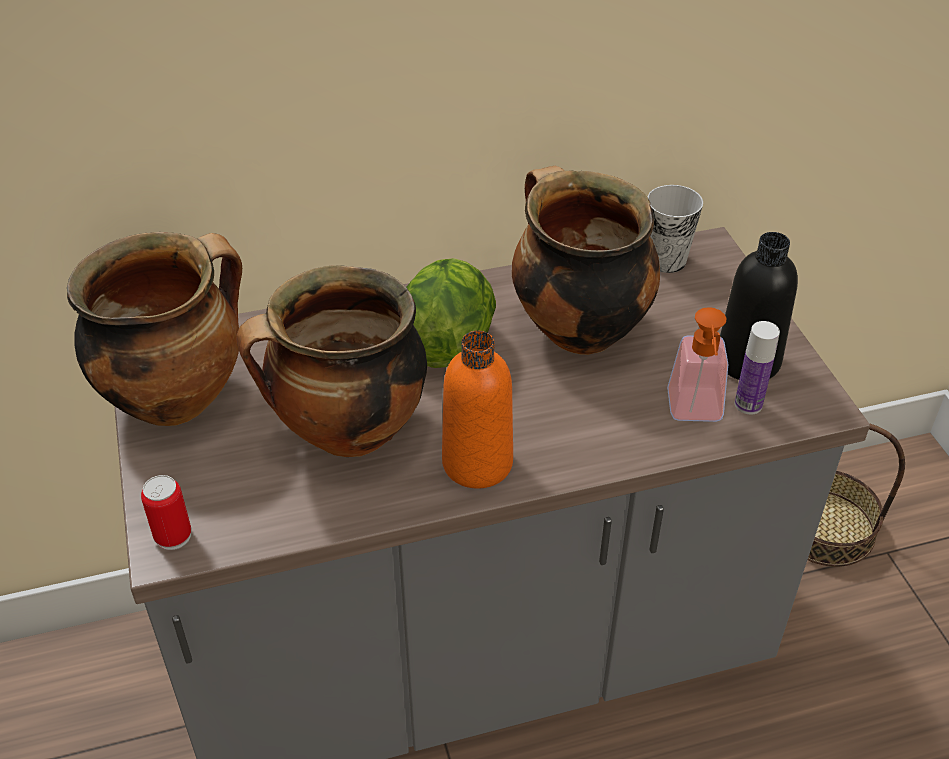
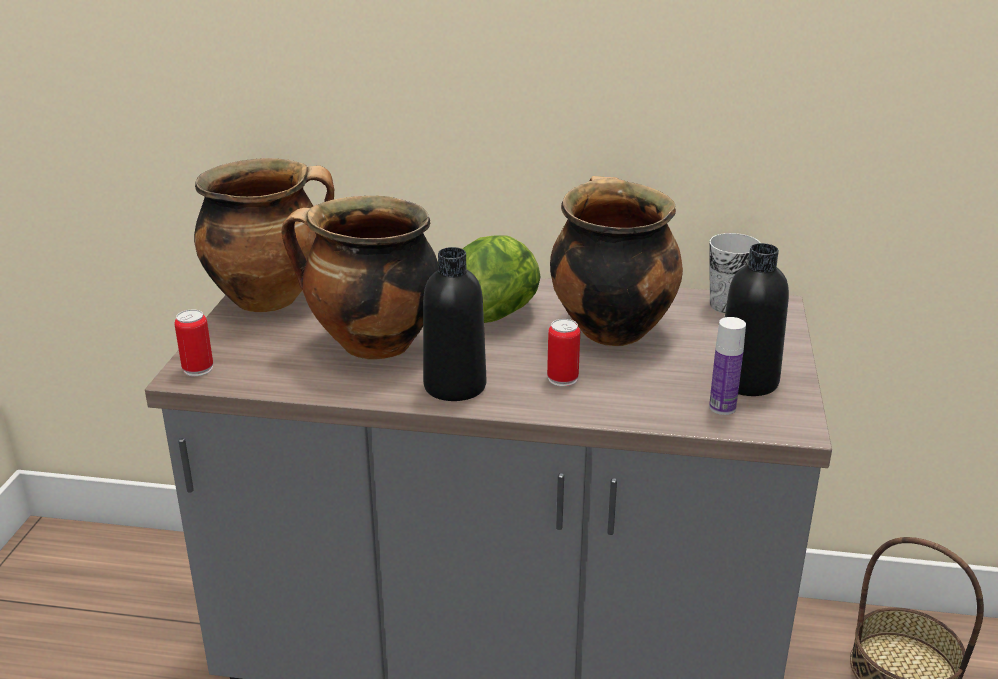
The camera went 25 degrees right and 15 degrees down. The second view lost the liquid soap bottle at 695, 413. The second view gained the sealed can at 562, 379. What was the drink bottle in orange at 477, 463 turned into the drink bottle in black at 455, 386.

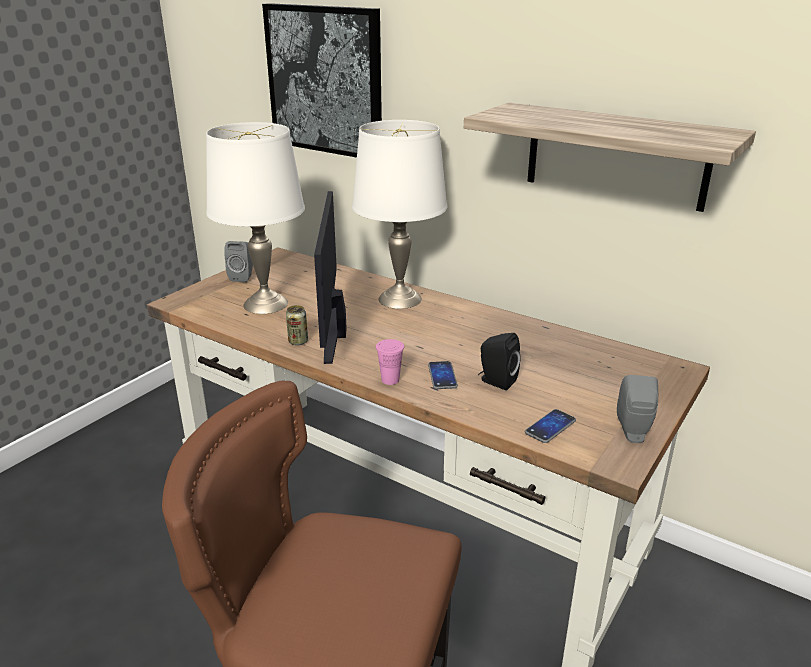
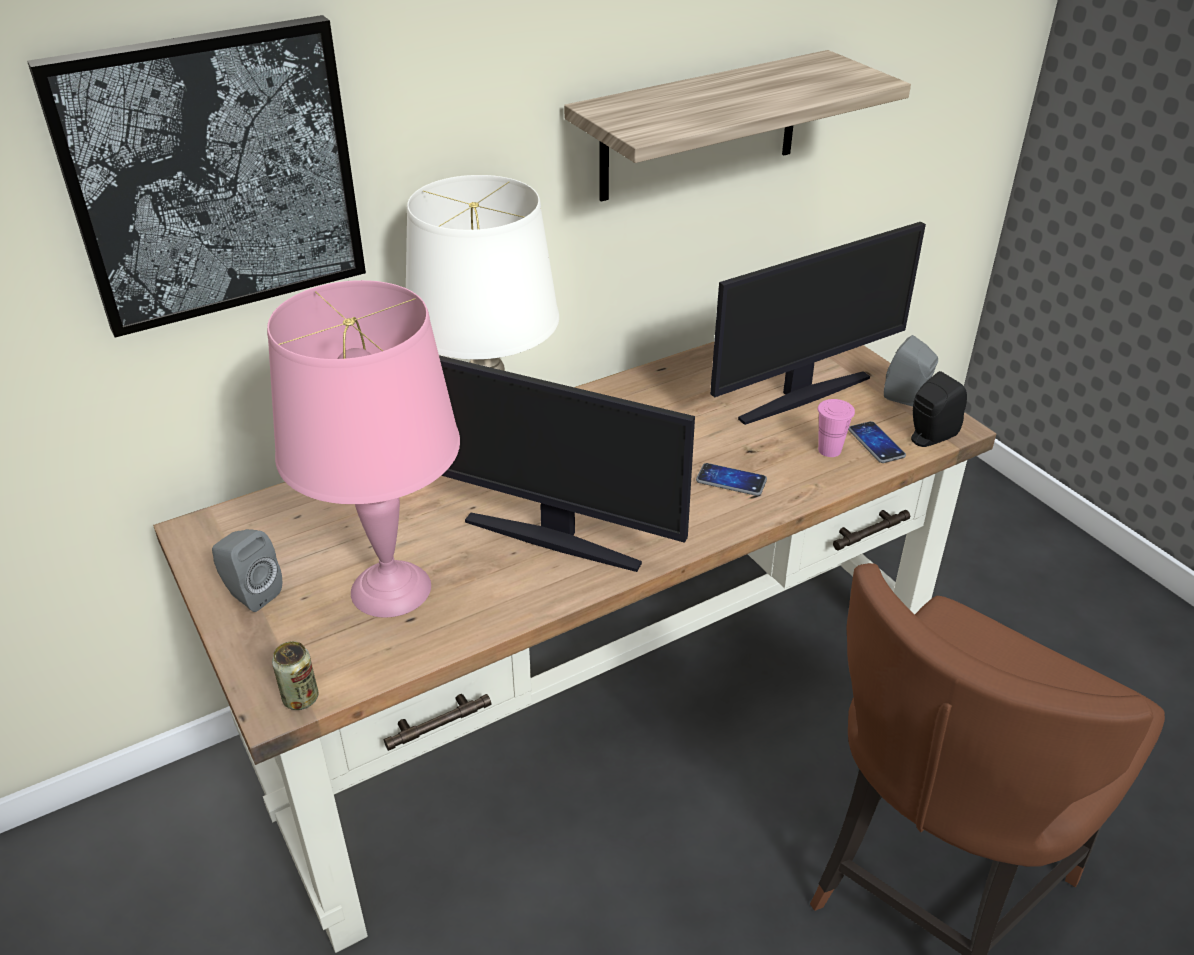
The camera went 65 degrees left and 10 degrees up. The second view gained the computer screen at 802, 395. The sealed can ended up elsewhere, having gone from 298, 341 to 300, 698. The small cup in pink-coloured ended up elsewhere, having gone from 390, 380 to 829, 450. The loudspeaker in black ended up elsewhere, having gone from 496, 381 to 928, 438. What was the lamp for a table in whitish at 265, 304 turned into the lamp for a table in pink-coloured at 391, 589.

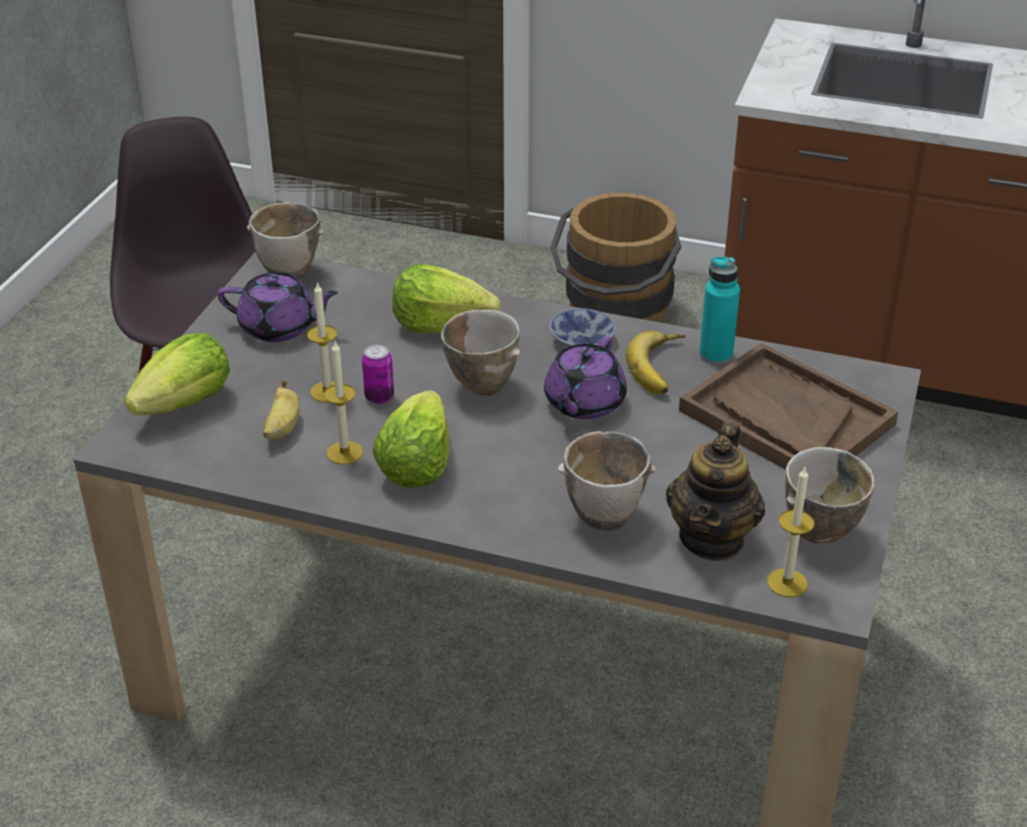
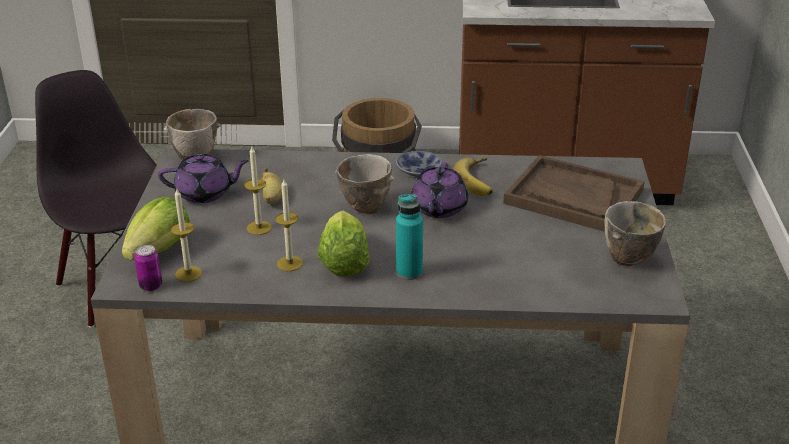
The camera went 15 degrees left and 5 degrees down. The second view lost the head of lettuce at 440, 326. The second view lost the bowl at 607, 517. The second view lost the tea pot at 712, 538. The banana fruit ended up elsewhere, having gone from 282, 429 to 272, 198. The sealed can ended up elsewhere, having gone from 379, 397 to 151, 286. The drink bottle in turquoise-coloured ended up elsewhere, having gone from 716, 355 to 409, 272. The candle ended up elsewhere, having gone from 787, 583 to 188, 273.

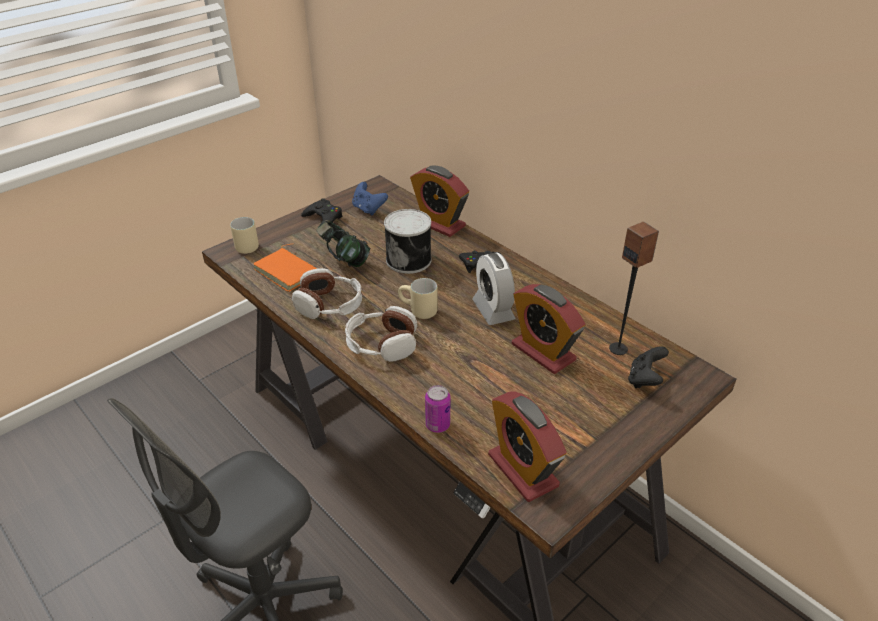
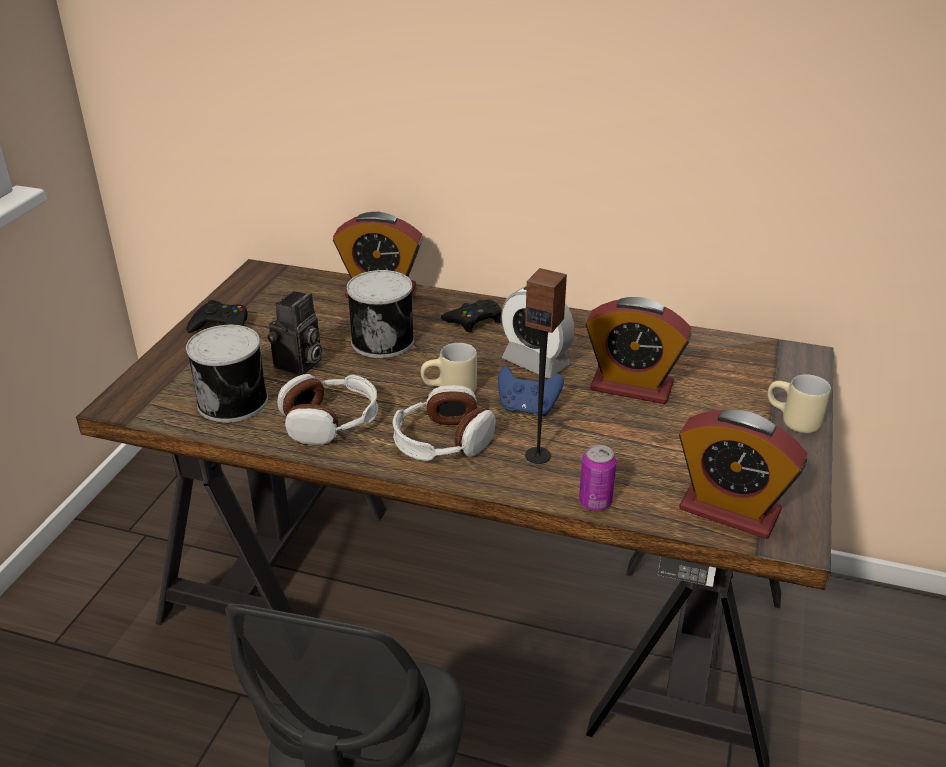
The camera went 30 degrees left and 5 degrees down. The second view lost the joypad in black at 645, 380. The mug in beige-coloured ended up elsewhere, having gone from 244, 245 to 791, 422. The joypad in blue ended up elsewhere, having gone from 368, 209 to 527, 408. The loudspeaker ended up elsewhere, having gone from 618, 348 to 538, 455. Where the book in orange stood at 288, 271, the sealed can came to stand at 235, 401. Where the pair of headphones stood at 344, 260, the still camera came to stand at 299, 365.

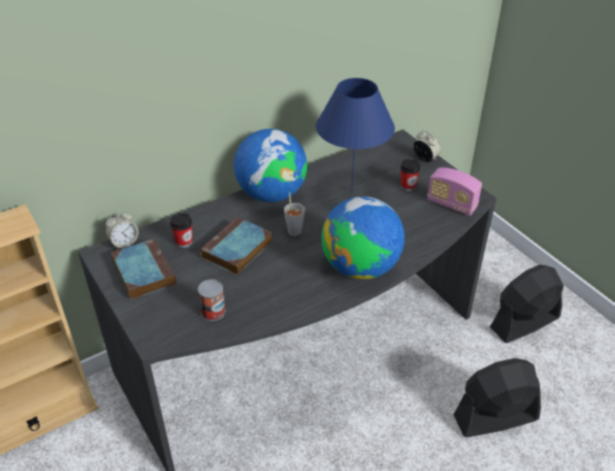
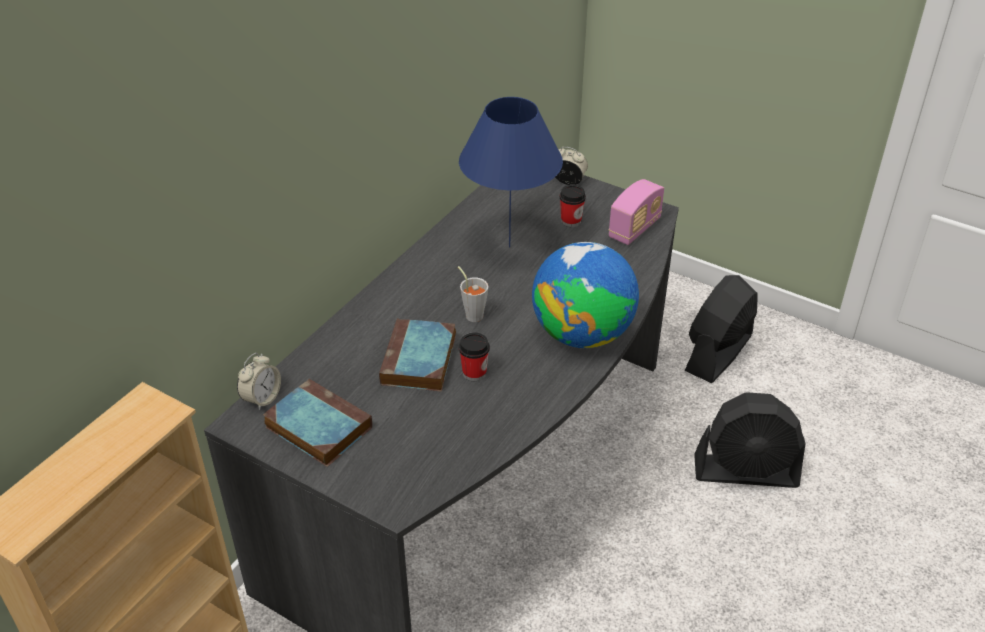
The camera went 25 degrees left and 0 degrees up. The second view lost the sealed can at 213, 311. The second view lost the desk globe at 271, 194. The small cup ended up elsewhere, having gone from 184, 242 to 474, 373. The radio at 451, 204 ended up facing another way, 60 degrees counterclockwise from before. The fan in black at 495, 417 ended up facing another way, 135 degrees counterclockwise from before.

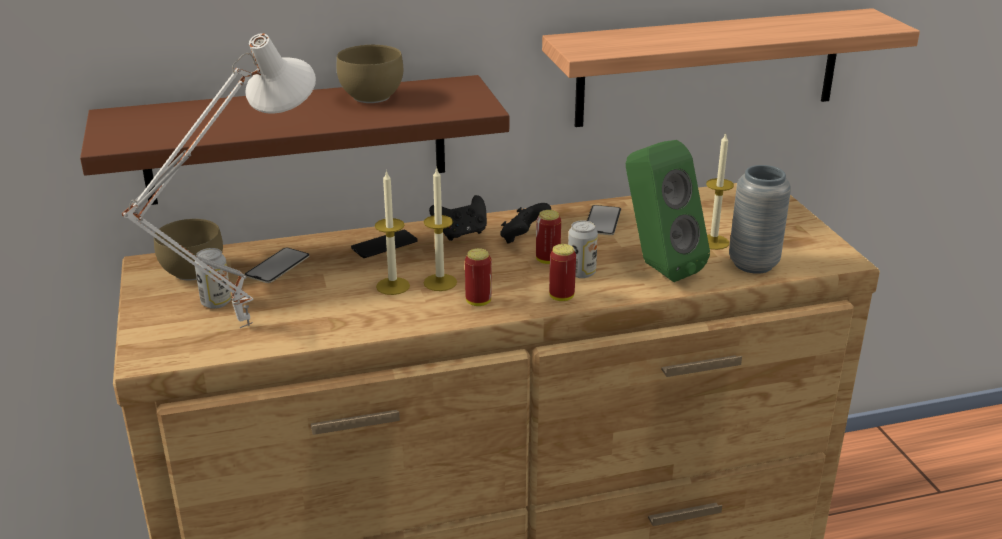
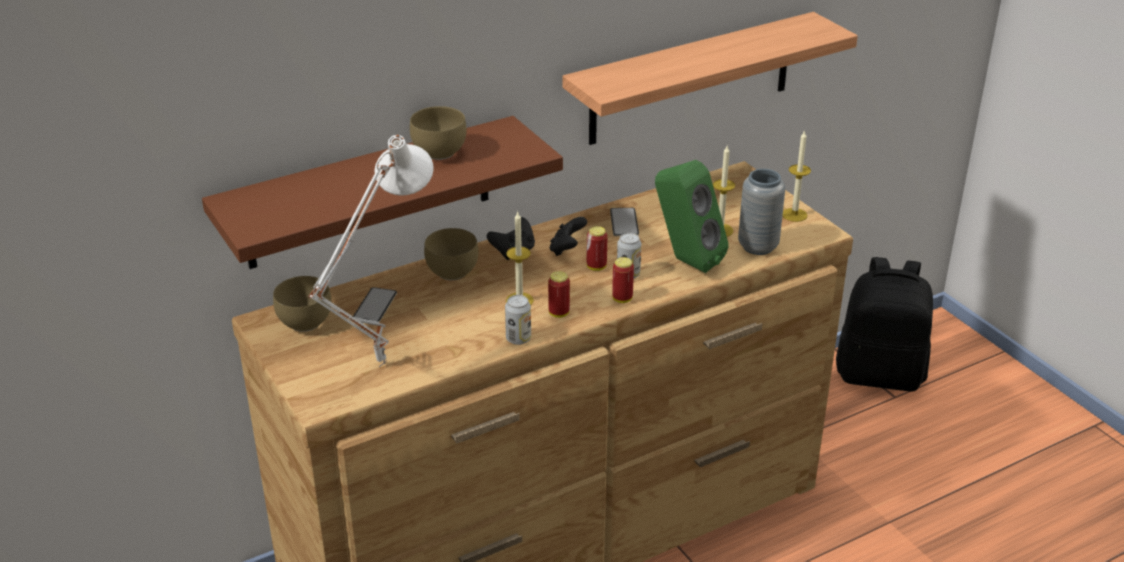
The camera went 15 degrees left and 5 degrees up. The second view gained the rucksack in black at 880, 374. The sealed can ended up elsewhere, having gone from 216, 302 to 518, 339. The candle ended up elsewhere, having gone from 393, 286 to 794, 215. Where the telephone stood at 384, 245, the bowl in brownish came to stand at 454, 272.

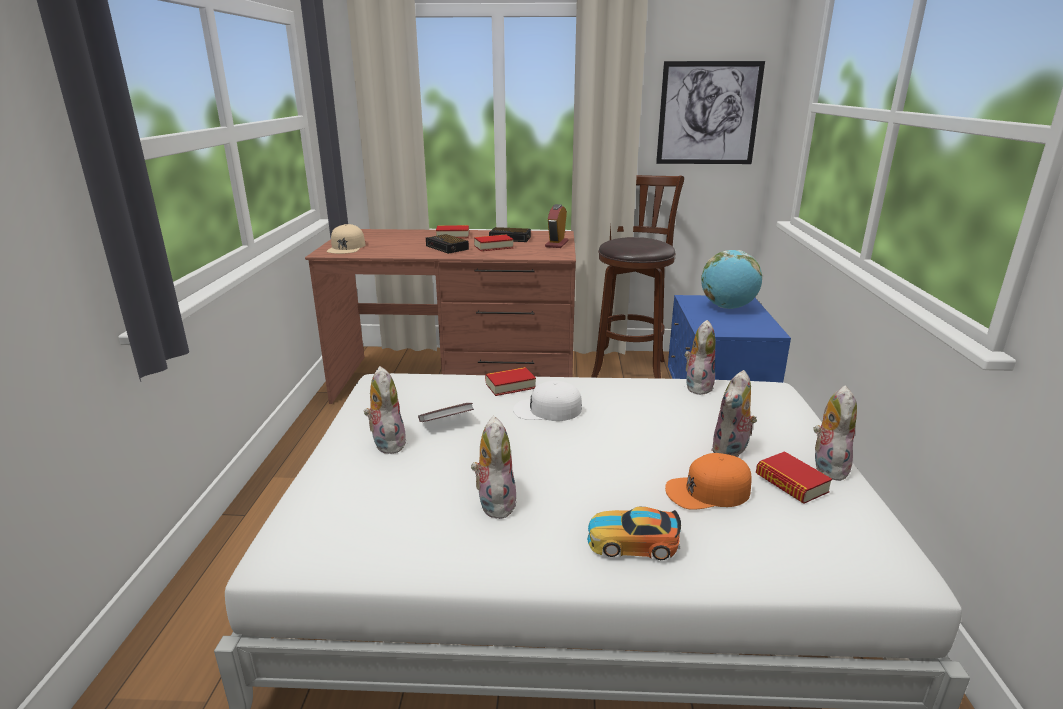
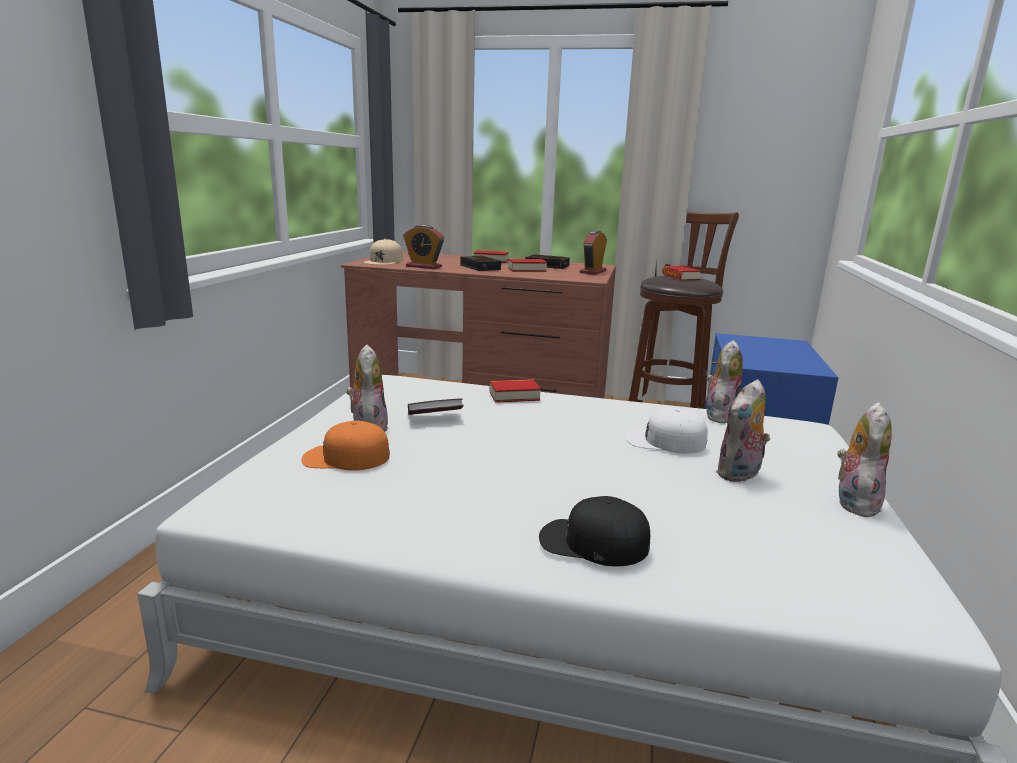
The camera went 10 degrees right and 5 degrees down. The second view lost the soft toy at 494, 502. The second view lost the wall picture at 708, 113. The second view lost the desk globe at 727, 307. The second view gained the bedside clock at 424, 266. The cap in whitish ended up elsewhere, having gone from 547, 410 to 665, 441. The cap in orange ended up elsewhere, having gone from 708, 491 to 345, 457. The book ended up elsewhere, having gone from 791, 483 to 680, 277. Where the toy car stood at 632, 542, the cap in black came to stand at 593, 542.

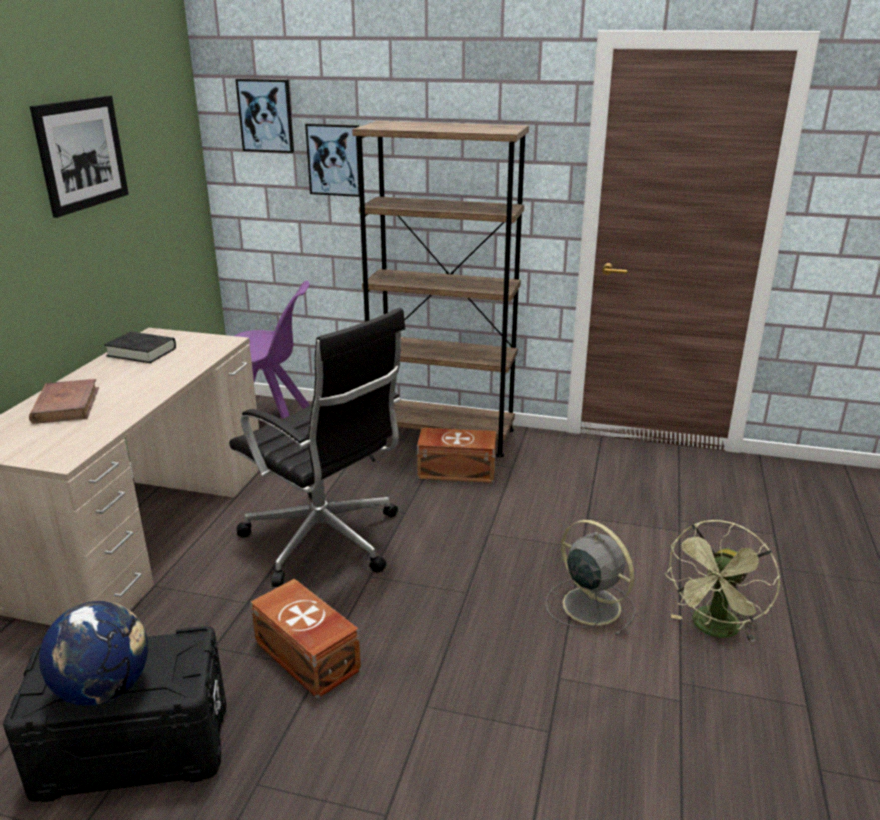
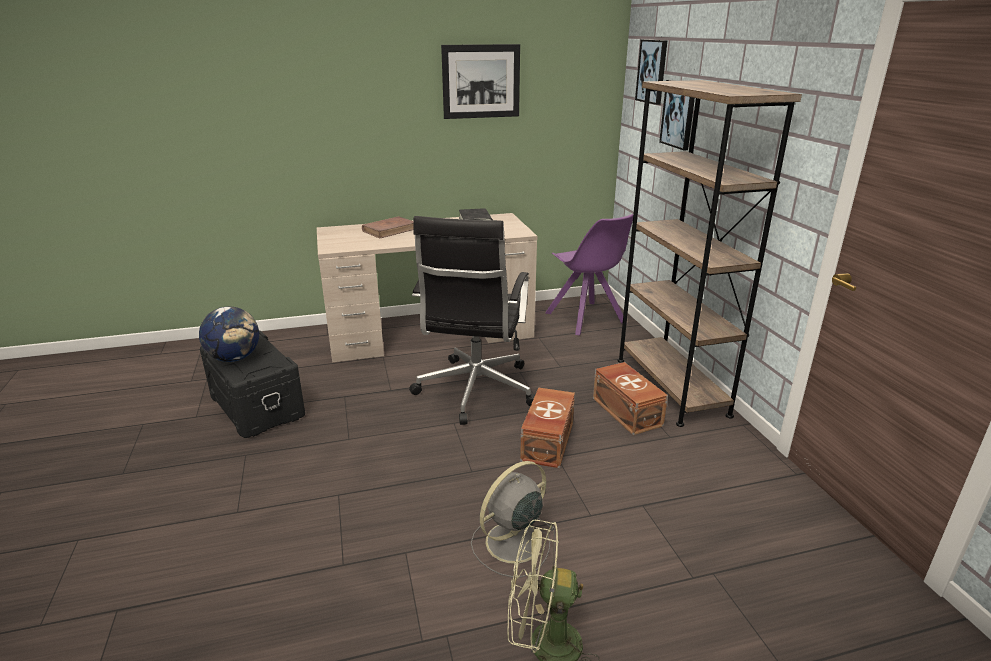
The camera went 60 degrees right and 0 degrees up. The storage bin in brownish ended up elsewhere, having gone from 306, 657 to 546, 442. The fan in gray at 589, 604 ended up facing another way, 150 degrees counterclockwise from before.

